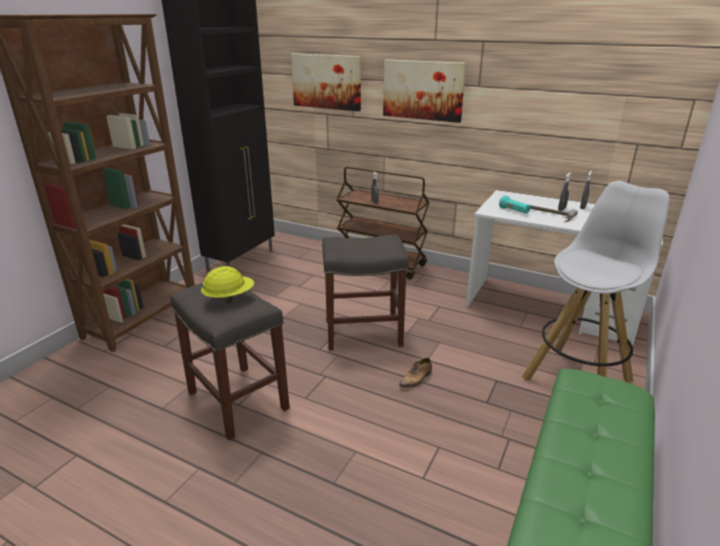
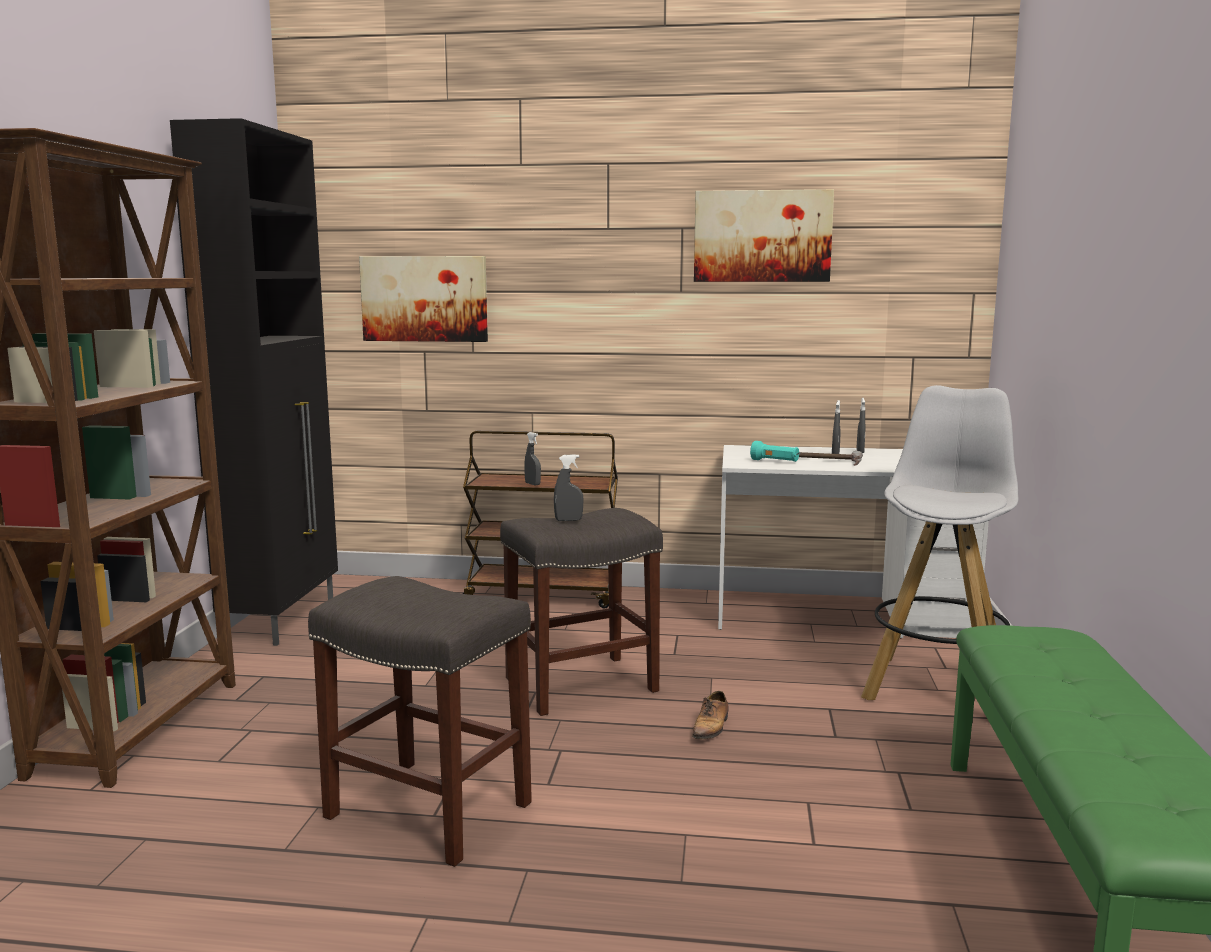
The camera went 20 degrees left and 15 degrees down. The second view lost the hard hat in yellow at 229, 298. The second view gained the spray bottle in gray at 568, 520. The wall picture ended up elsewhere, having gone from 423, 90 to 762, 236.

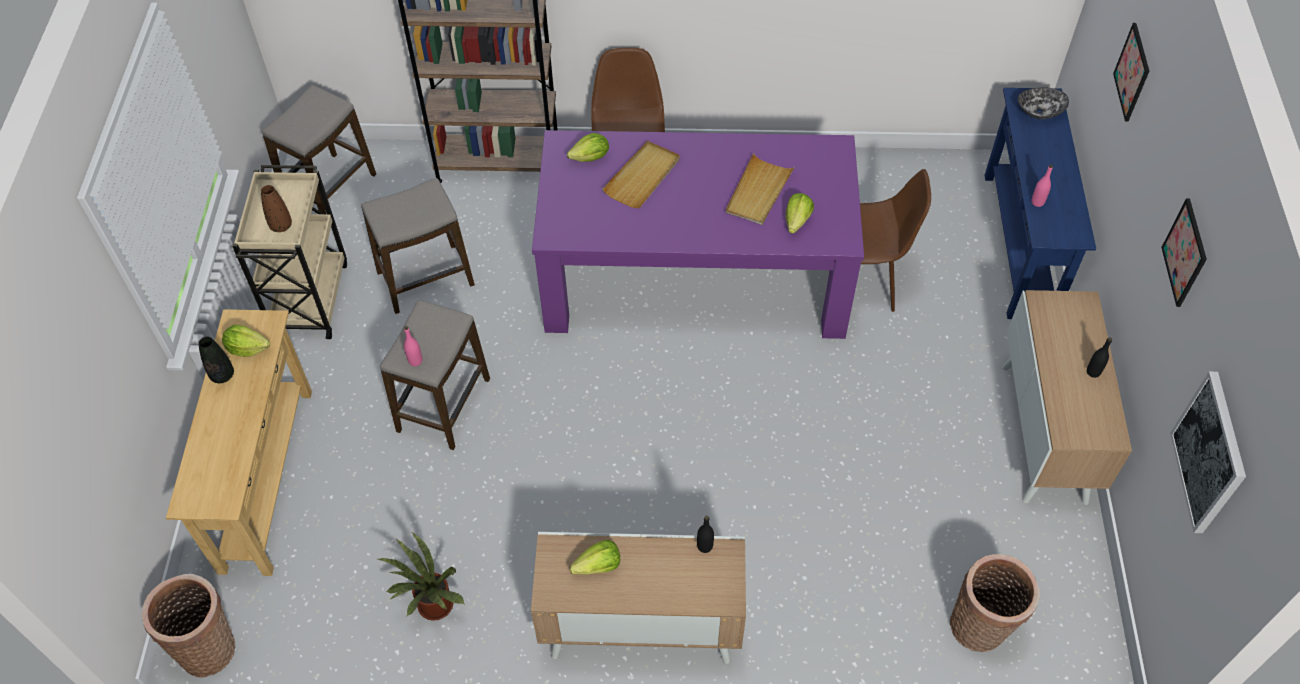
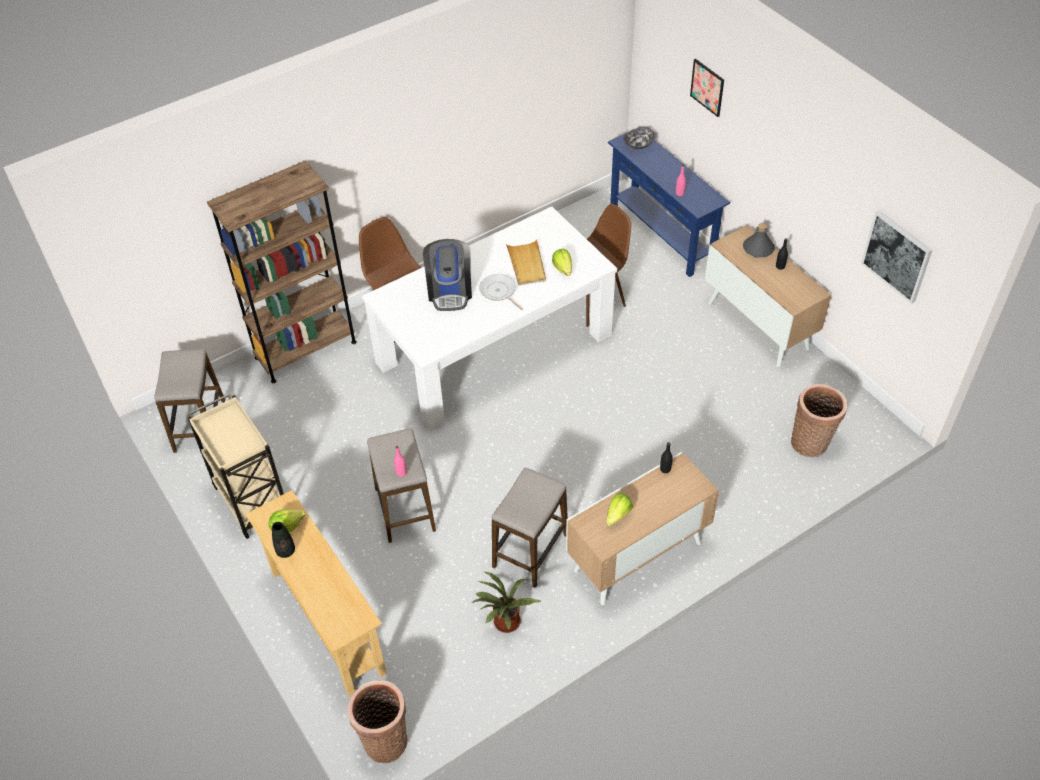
The camera went 35 degrees left and 5 degrees down. The second view lost the decorative vase in brownish at 281, 226. The second view lost the head of lettuce at 591, 158. The second view lost the wall picture at 1185, 253. The second view gained the pan at 499, 292. The second view gained the drink bottle in gray at 758, 249. The stool seat ended up elsewhere, having gone from 426, 279 to 531, 551. Where the serving tray in beige-coloured stood at 643, 177, the coffee brewer came to stand at 450, 291. What was the dining table in purple at 695, 277 turned into the dining table in whitish at 494, 349.

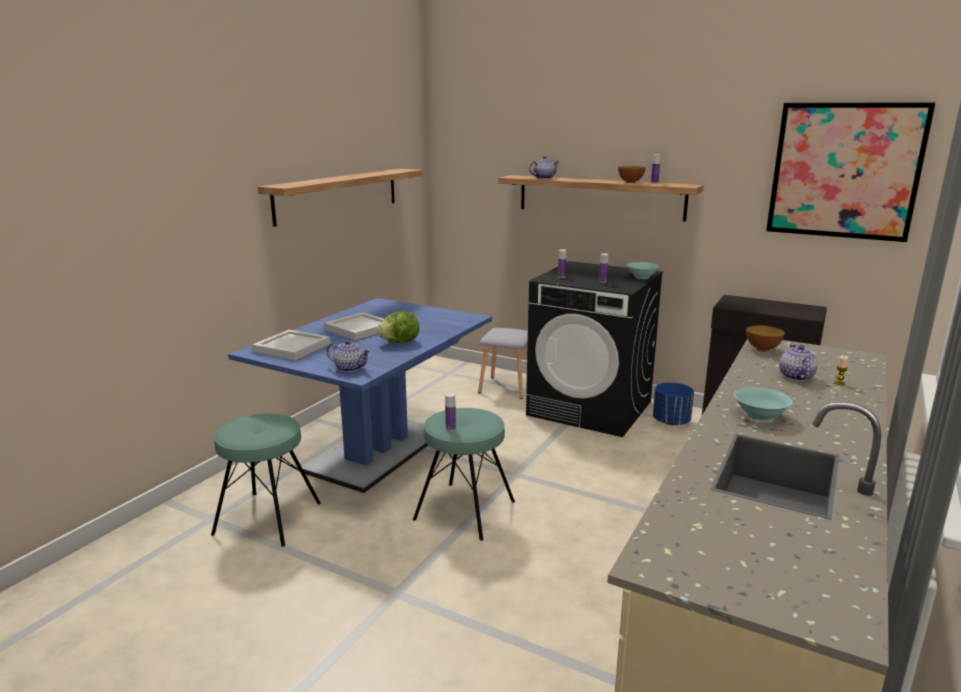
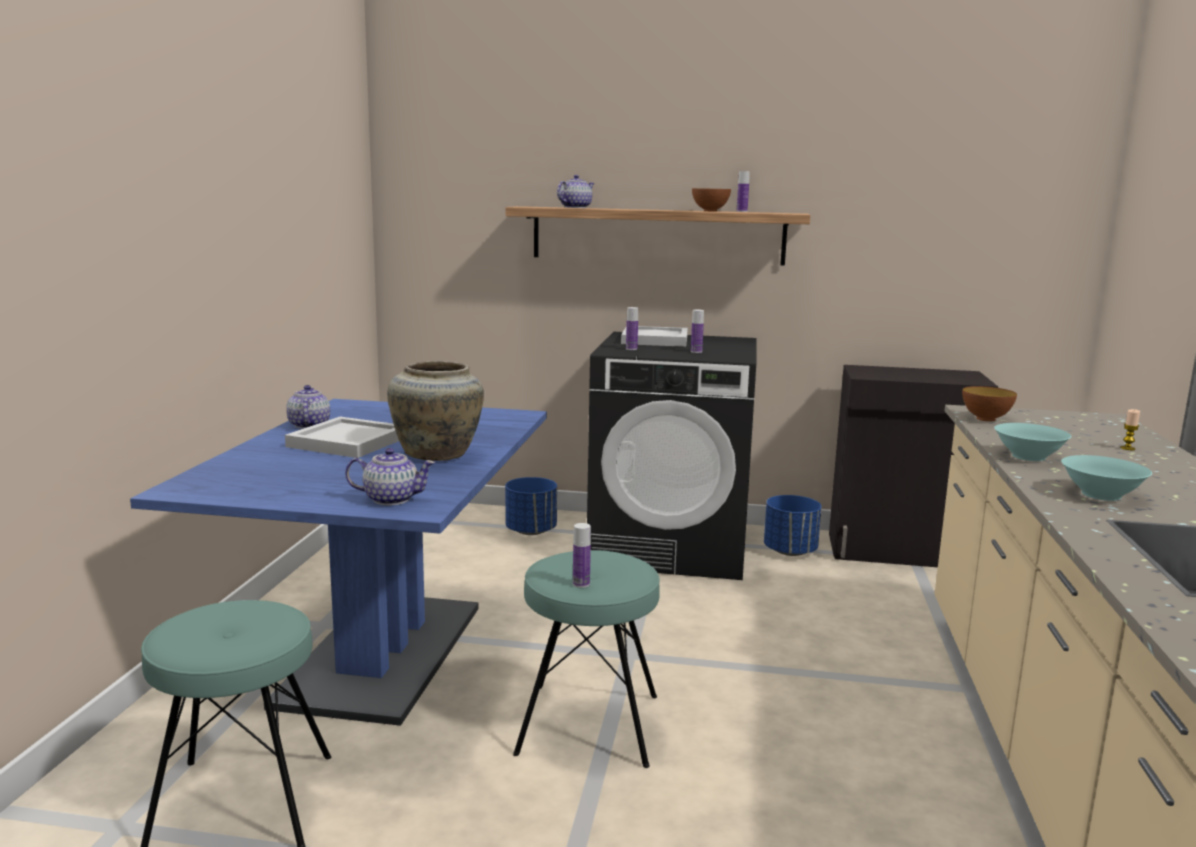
The camera went 20 degrees left and 5 degrees down. The second view lost the bracket shelf at 338, 195. The second view lost the wall picture at 844, 171. The serving tray in whitish ended up elsewhere, having gone from 292, 348 to 656, 340. The bowl in turquoise-coloured ended up elsewhere, having gone from 642, 277 to 1029, 456. The tea pot ended up elsewhere, having gone from 795, 377 to 308, 425. Where the head of lettuce stood at 399, 342, the decorative vase in beige-coloured came to stand at 438, 455. Where the stool seat in gray stood at 507, 387, the planter in blue came to stand at 531, 531.

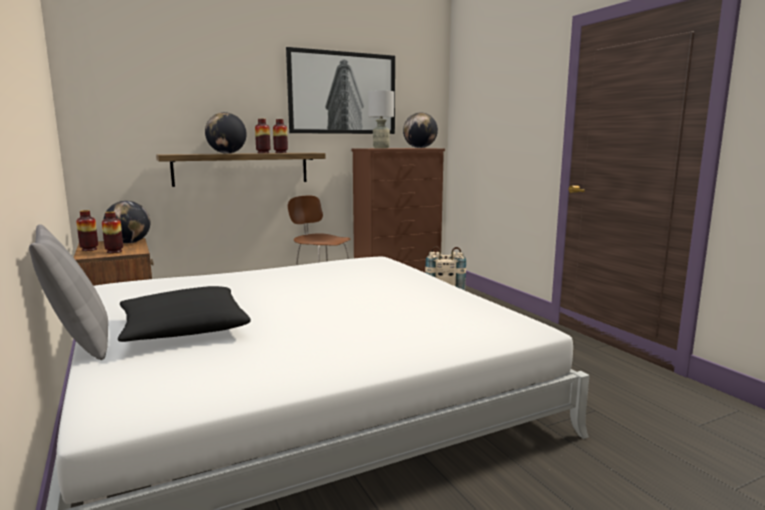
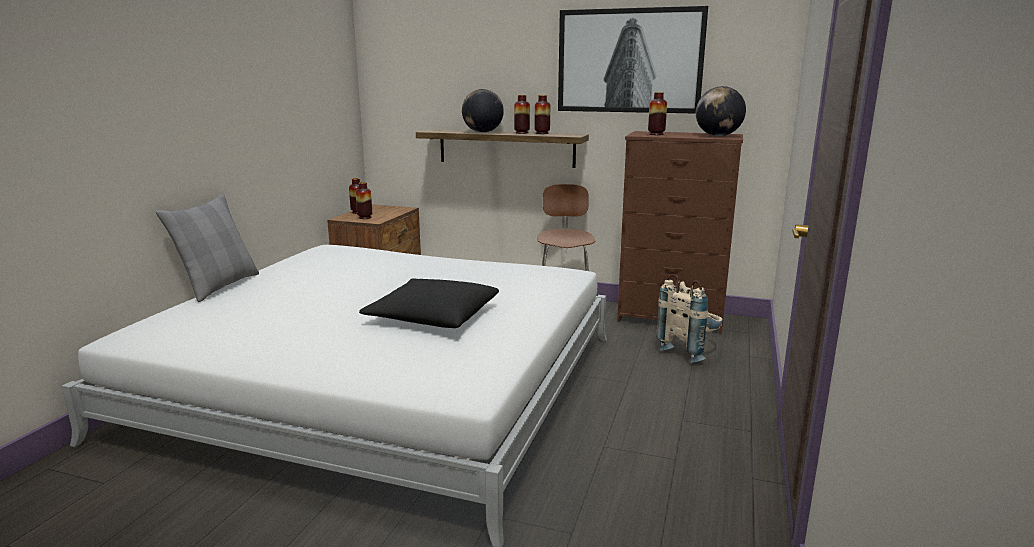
The camera went 45 degrees right and 5 degrees up. The second view lost the desk globe at 129, 243. The throw pillow in black ended up elsewhere, having gone from 183, 328 to 433, 316. Where the lamp for a table in gray stood at 381, 148, the decorative vase came to stand at 656, 134.

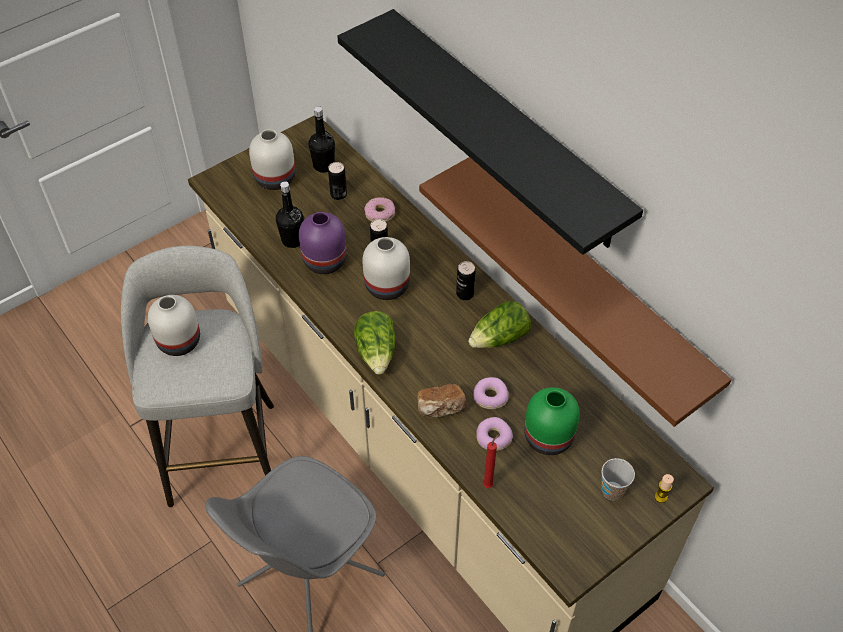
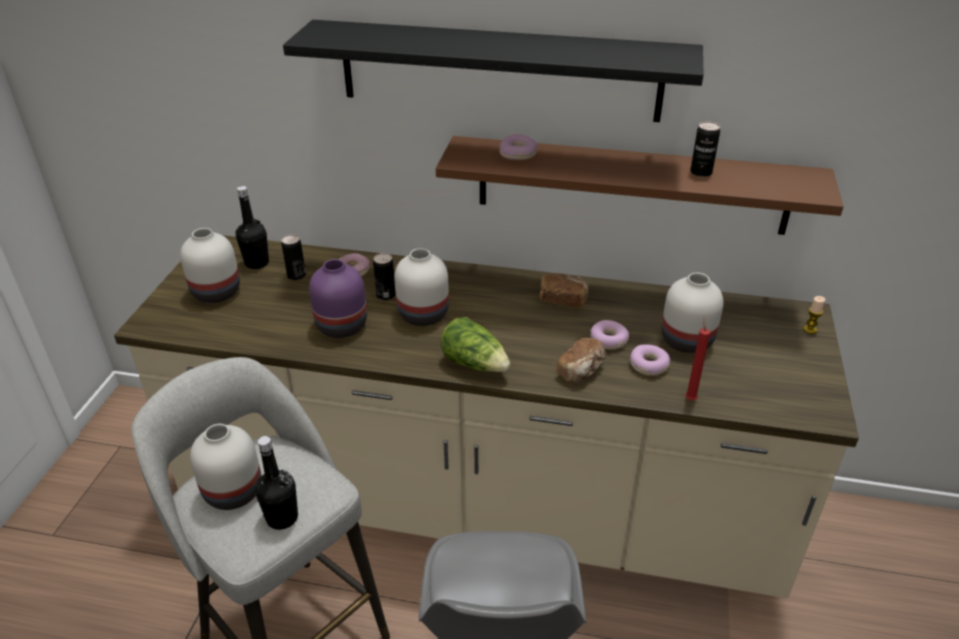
The camera went 40 degrees left and 15 degrees down. The second view lost the small cup at 612, 491. The second view gained the doughnut at 518, 154. The drink bottle in black ended up elsewhere, having gone from 292, 240 to 282, 518. The sealed can ended up elsewhere, having gone from 465, 294 to 701, 172. Where the head of lettuce stood at 499, 338, the bread came to stand at 563, 300. What was the decorative vase in green at 547, 438 turned into the decorative vase in whitish at 686, 341.

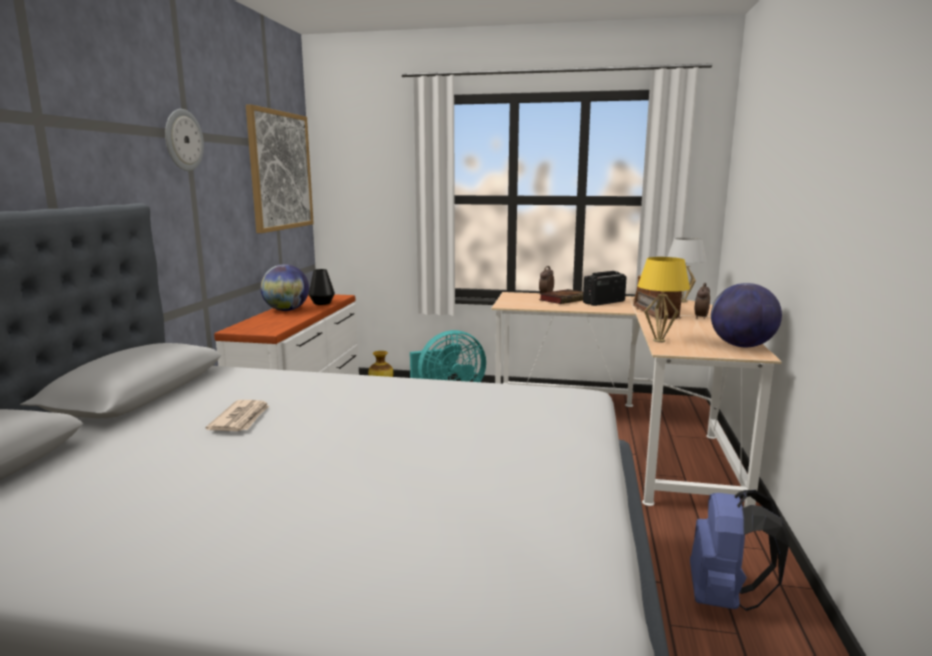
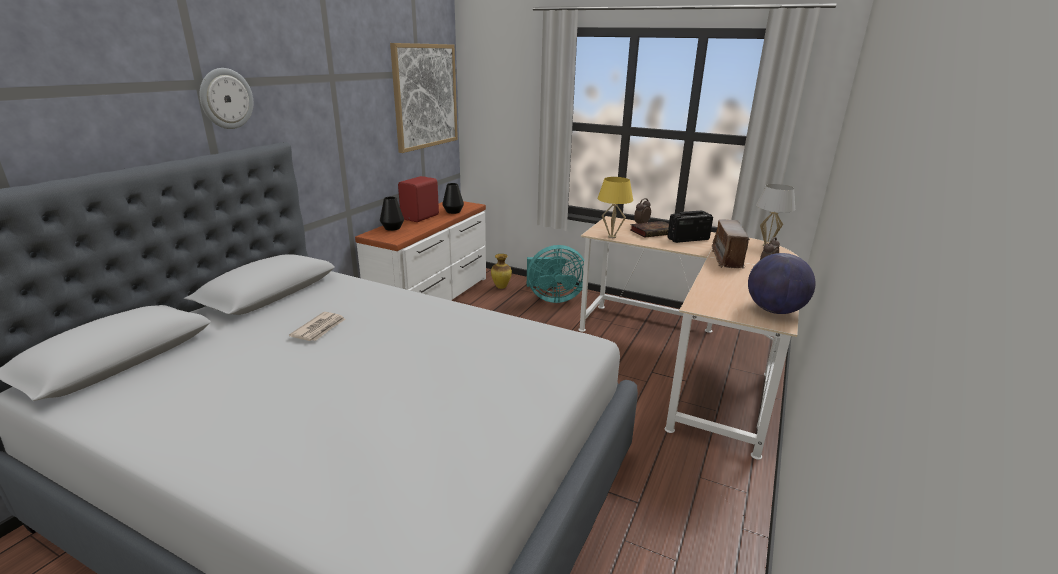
The camera went 15 degrees right and 10 degrees up. The second view lost the rucksack in blue at 724, 598. The second view gained the decorative vase in black at 392, 228. The wall clock ended up elsewhere, having gone from 183, 140 to 226, 98. The lamp for a table in yellow ended up elsewhere, having gone from 659, 341 to 611, 237. Where the desk globe stood at 286, 310, the loudspeaker in red-coloured came to stand at 421, 217.

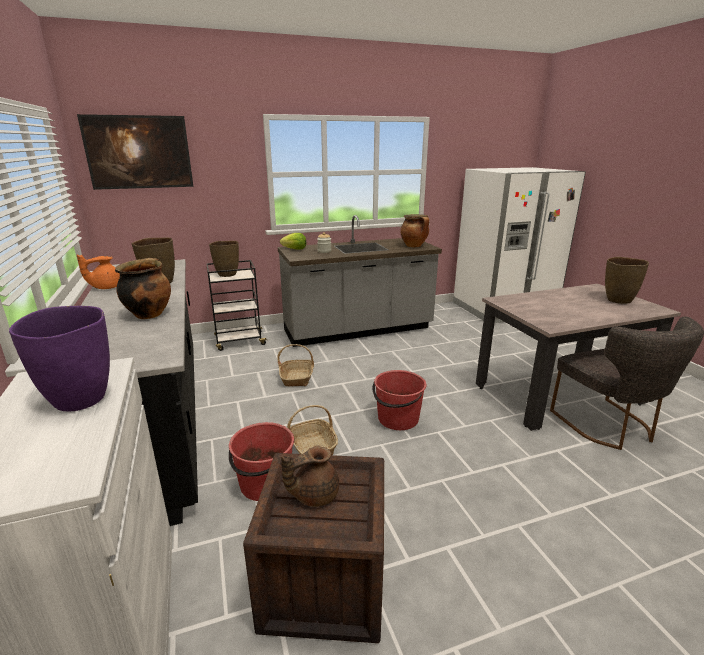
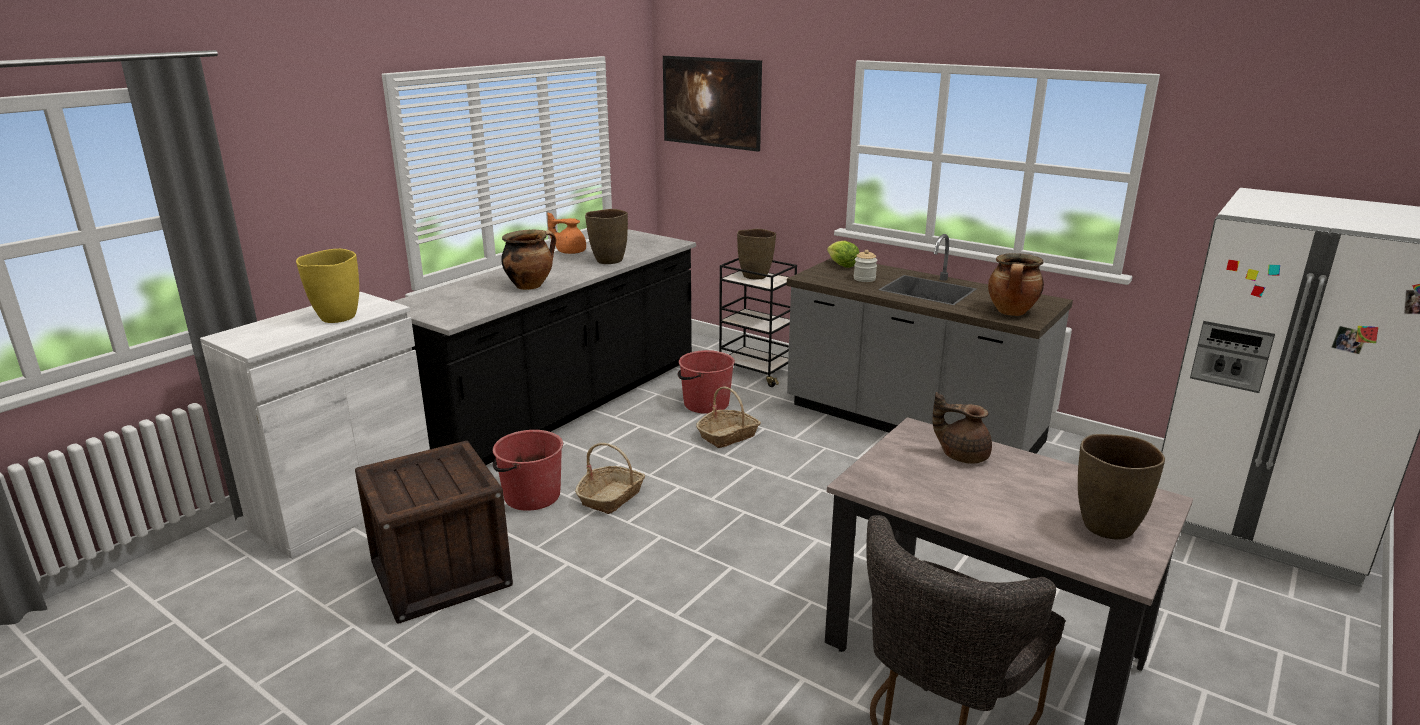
The camera went 55 degrees right and 0 degrees up. The tea pot in brownish ended up elsewhere, having gone from 313, 494 to 962, 455. The bucket in red-coloured ended up elsewhere, having gone from 397, 419 to 705, 404. What was the decorative vase in purple at 81, 400 turned into the decorative vase in yellow at 337, 318.

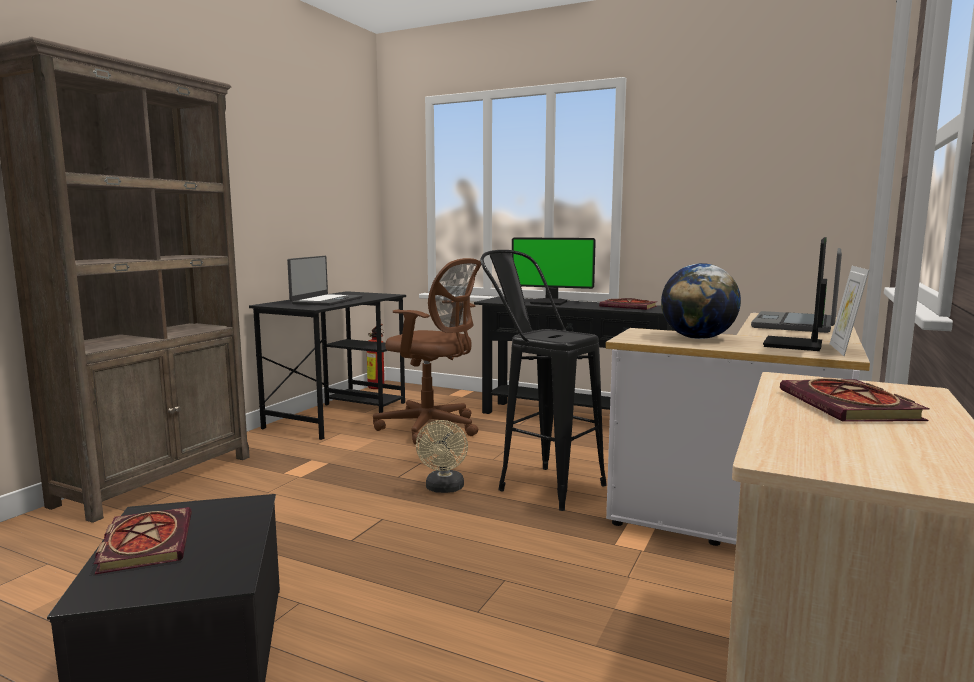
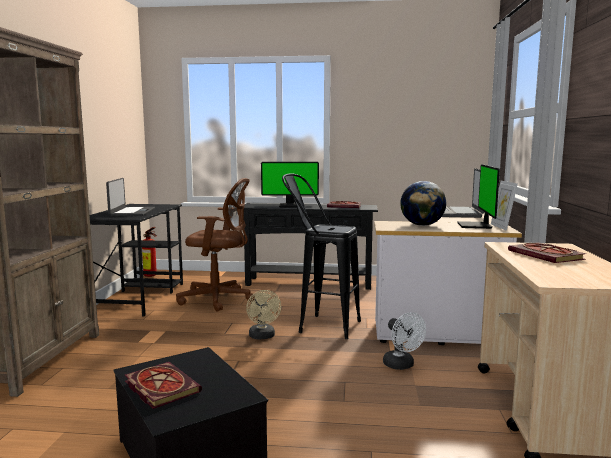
The camera went 20 degrees left and 0 degrees up. The second view gained the fan in whitish at 401, 365.

